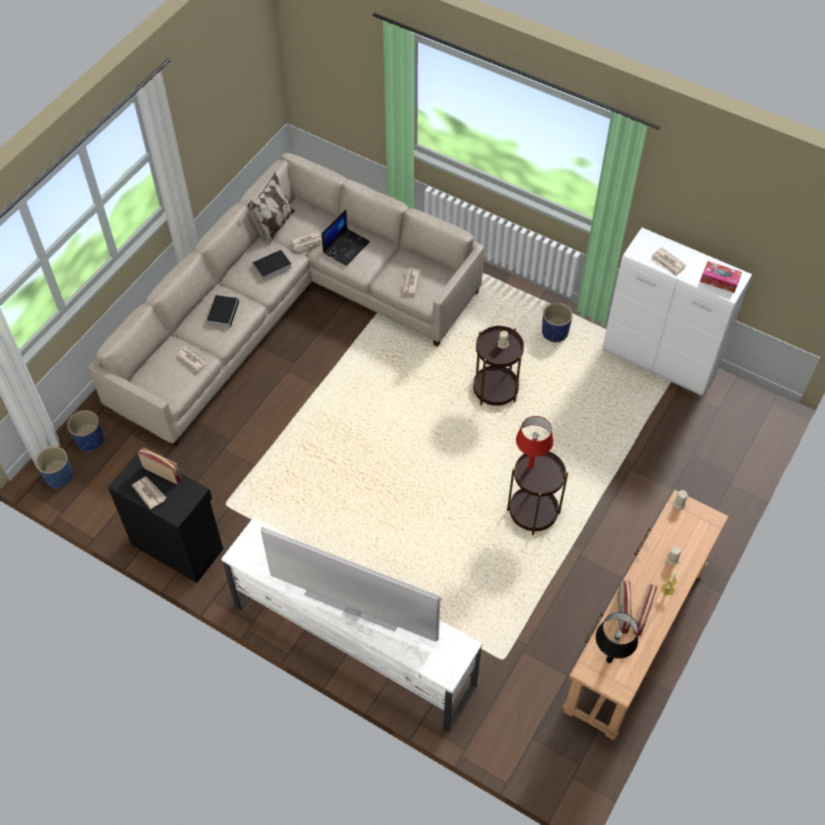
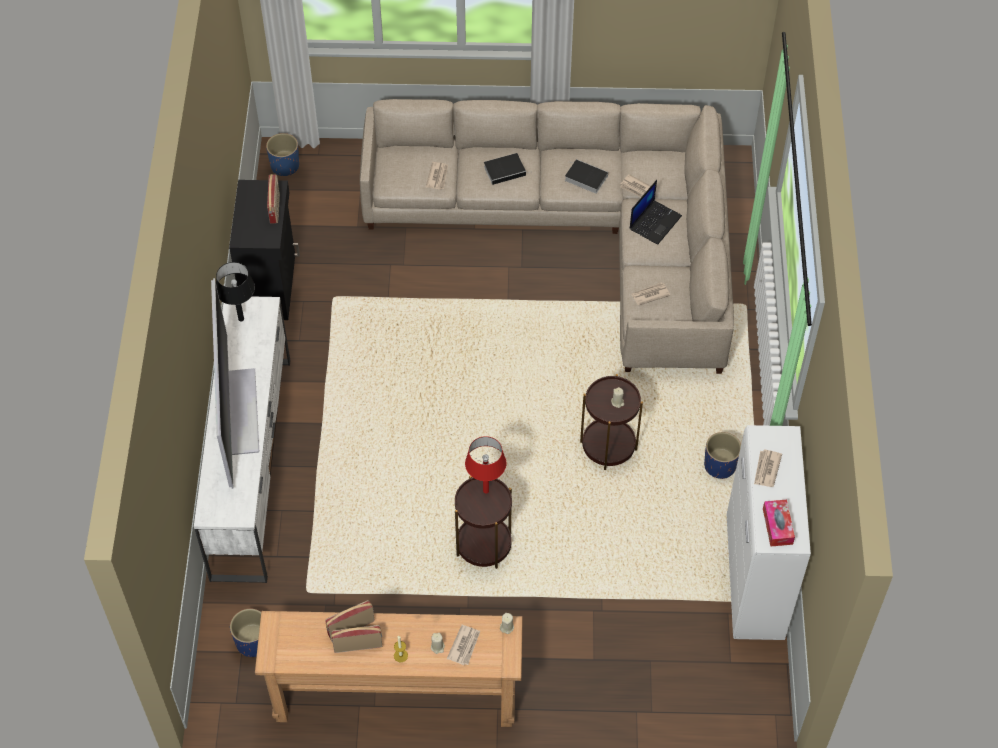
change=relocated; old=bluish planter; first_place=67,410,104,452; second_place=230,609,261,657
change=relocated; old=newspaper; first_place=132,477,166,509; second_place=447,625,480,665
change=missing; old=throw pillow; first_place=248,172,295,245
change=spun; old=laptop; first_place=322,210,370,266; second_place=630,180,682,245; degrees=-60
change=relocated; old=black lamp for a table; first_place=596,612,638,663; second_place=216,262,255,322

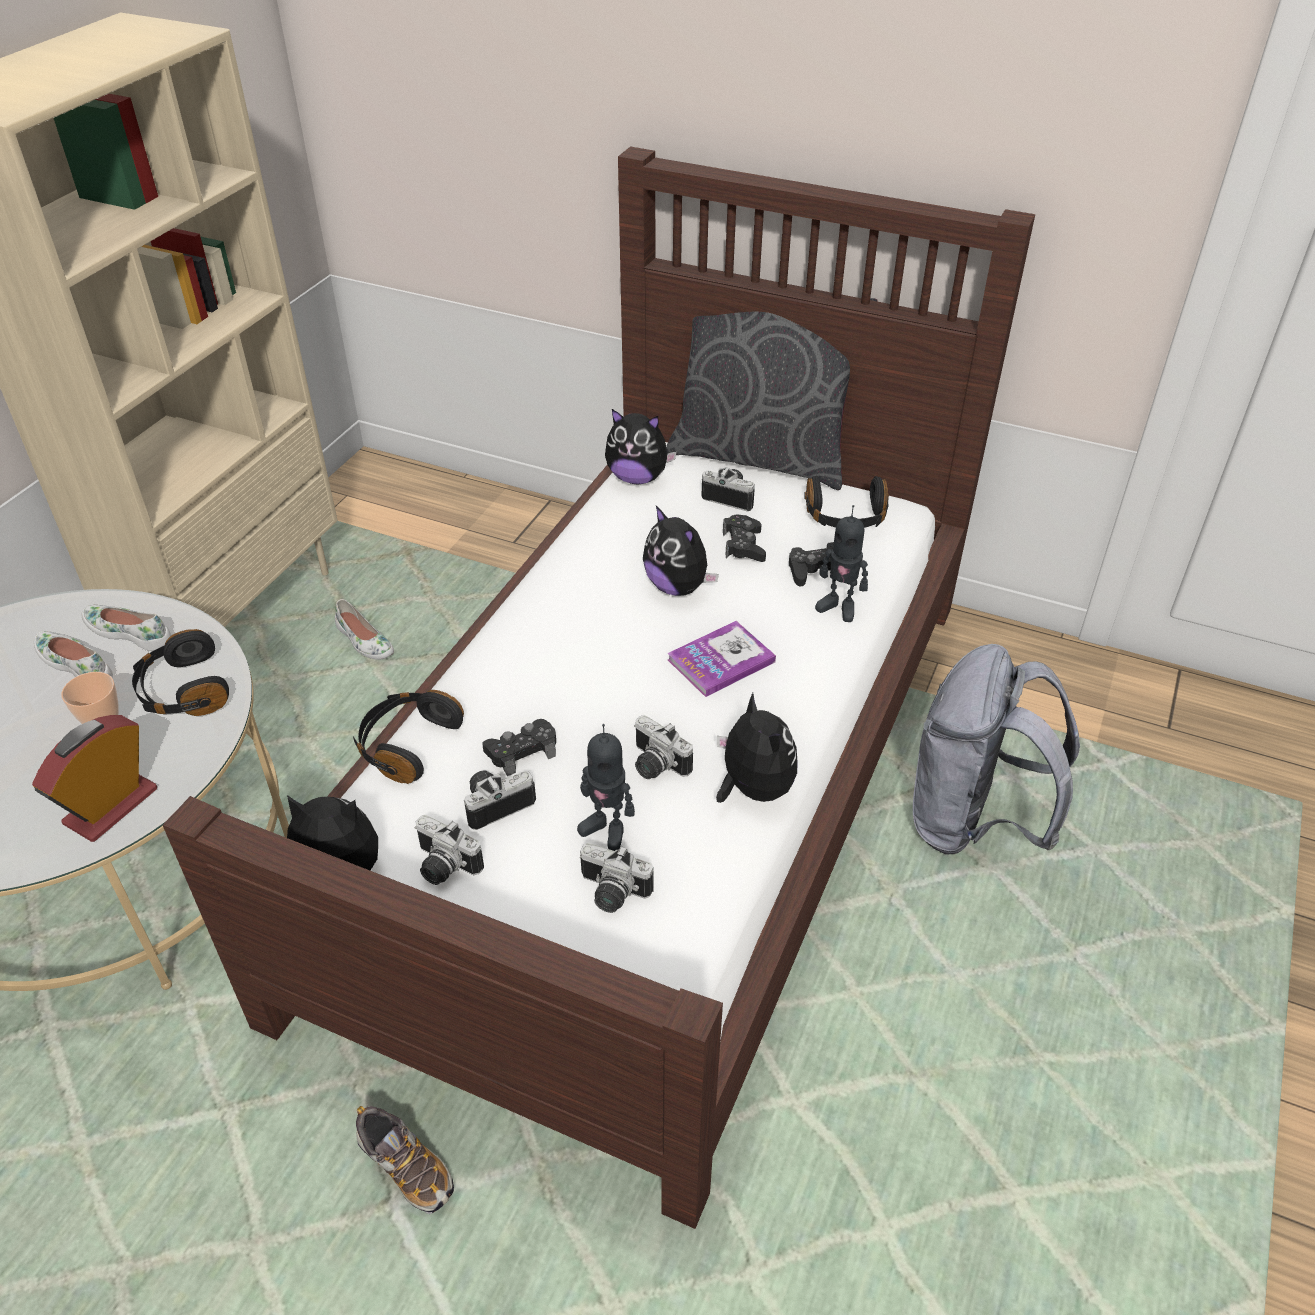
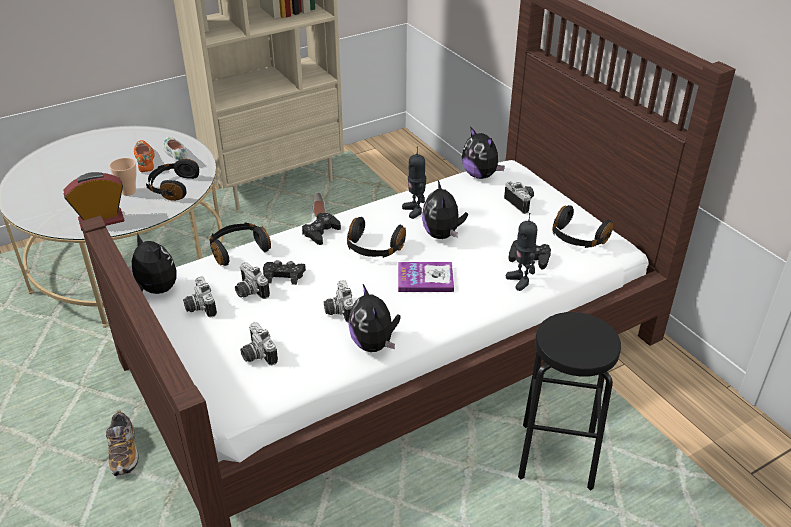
change=colour; old=whitish item of footwear; new=orange-coloured item of footwear; first_place=34,631,113,677; second_place=134,140,155,172
change=spun; old=still camera; first_place=464,770,536,830; second_place=235,262,270,299; degrees=-135
change=relocated; old=model robot; first_place=577,724,635,851; second_place=402,147,426,219
change=missing; old=gray throw pillow; first_place=666,298,878,490
change=spun; old=cuddly toy; first_place=716,693,798,803; second_place=348,284,401,352; degrees=150
change=relocated; old=black gamepad; first_place=723,515,766,562; second_place=302,213,341,245
change=exchanged; old=gray rucksack; new=black stool; first_place=913,644,1080,854; second_place=518,312,621,490
change=appeared; new=black headphones; second_place=347,217,406,258

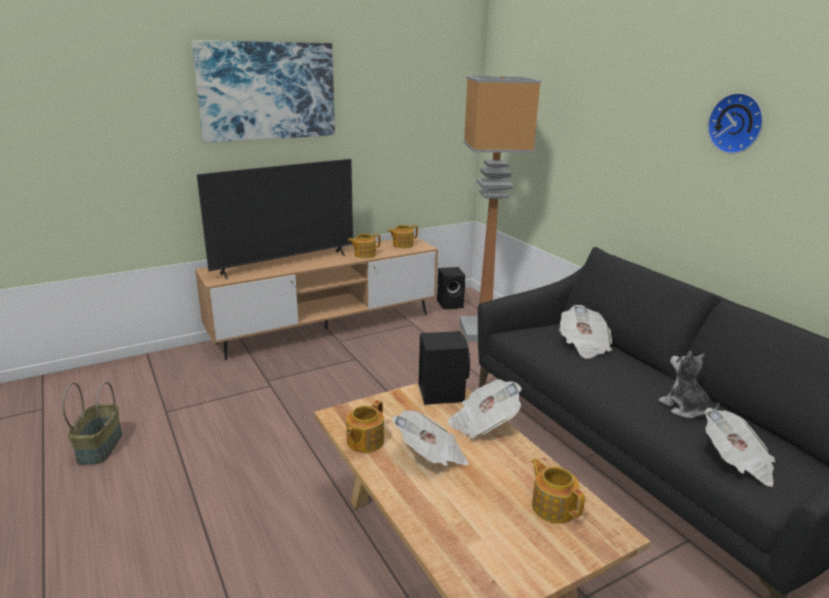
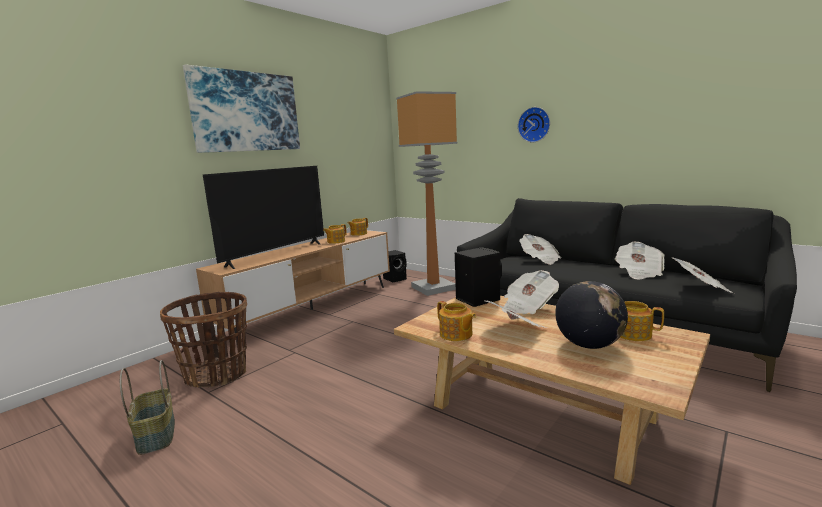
change=spun; old=tea pot; first_place=346,400,384,453; second_place=437,301,476,341; degrees=-45
change=exchanged; old=cuddly toy; new=newspaper; first_place=659,351,719,419; second_place=615,242,665,279
change=relocated; old=hanging clock; first_place=707,93,763,154; second_place=518,107,550,142
change=appeared; new=household basket; second_place=160,292,247,388
change=appeared; new=globe; second_place=555,281,628,349

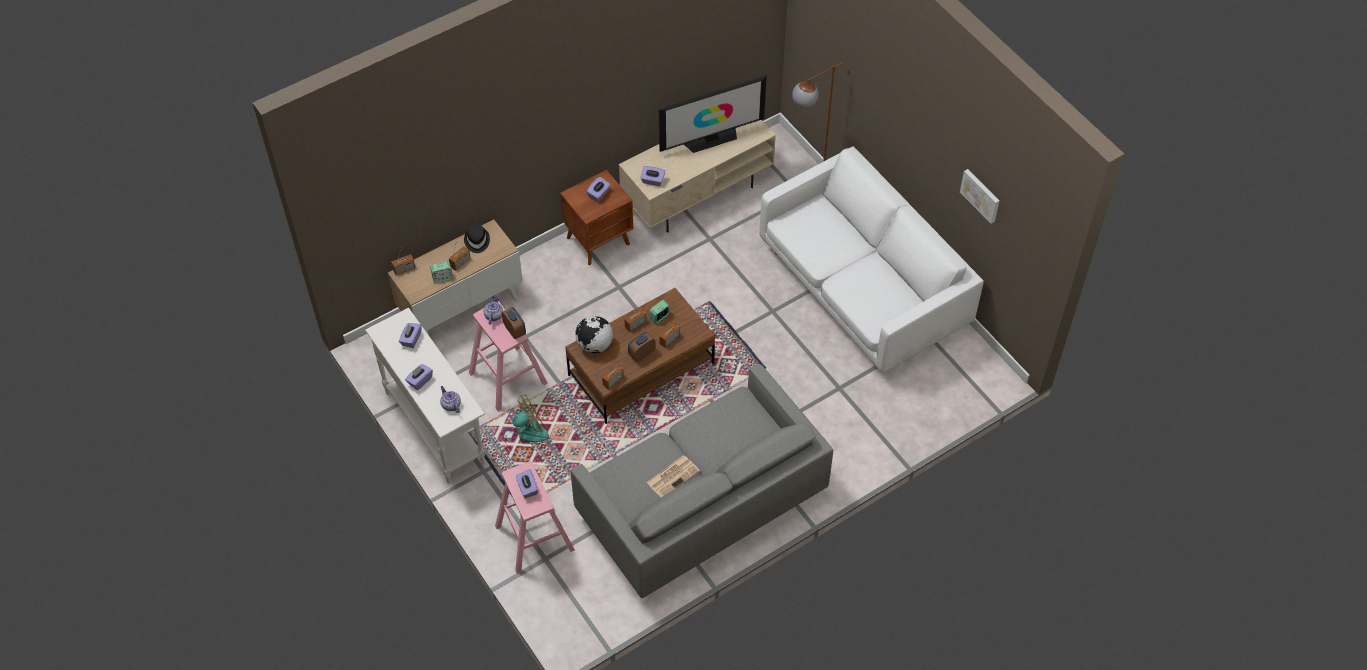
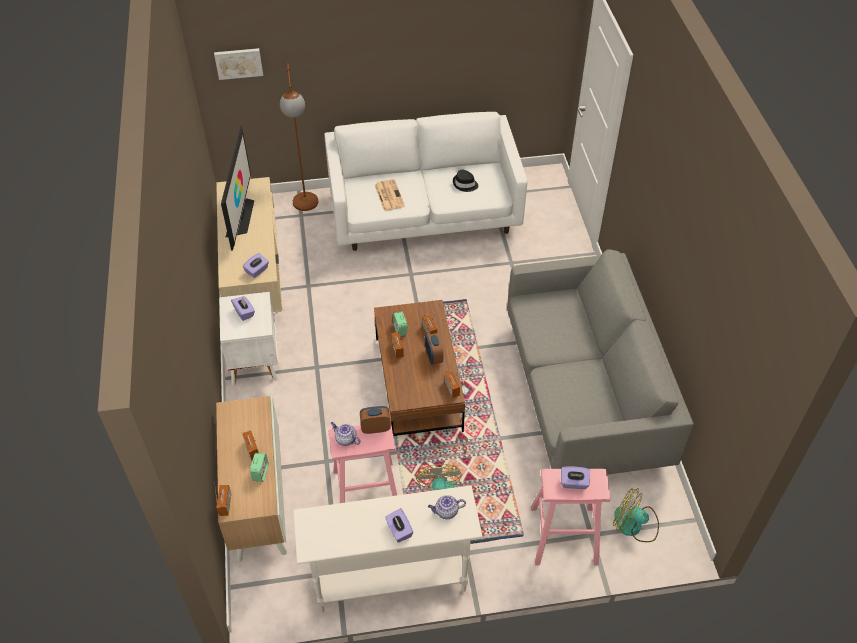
change=missing; old=purple tissue box; first_place=399,323,422,348
change=relocated; old=black wearable hat; first_place=464,224,490,253; second_place=453,170,478,192
change=colour; old=brownish nightstand; new=whitish nightstand; first_place=560,170,634,265; second_place=219,292,278,386
change=missing; old=globe; first_place=575,316,613,353
change=relocated; old=newspaper; first_place=646,455,700,497; second_place=375,179,405,211
change=relocated; old=wall picture; first_place=960,169,1000,224; second_place=214,48,263,80
change=appeared; new=electric fan; second_place=613,488,659,542

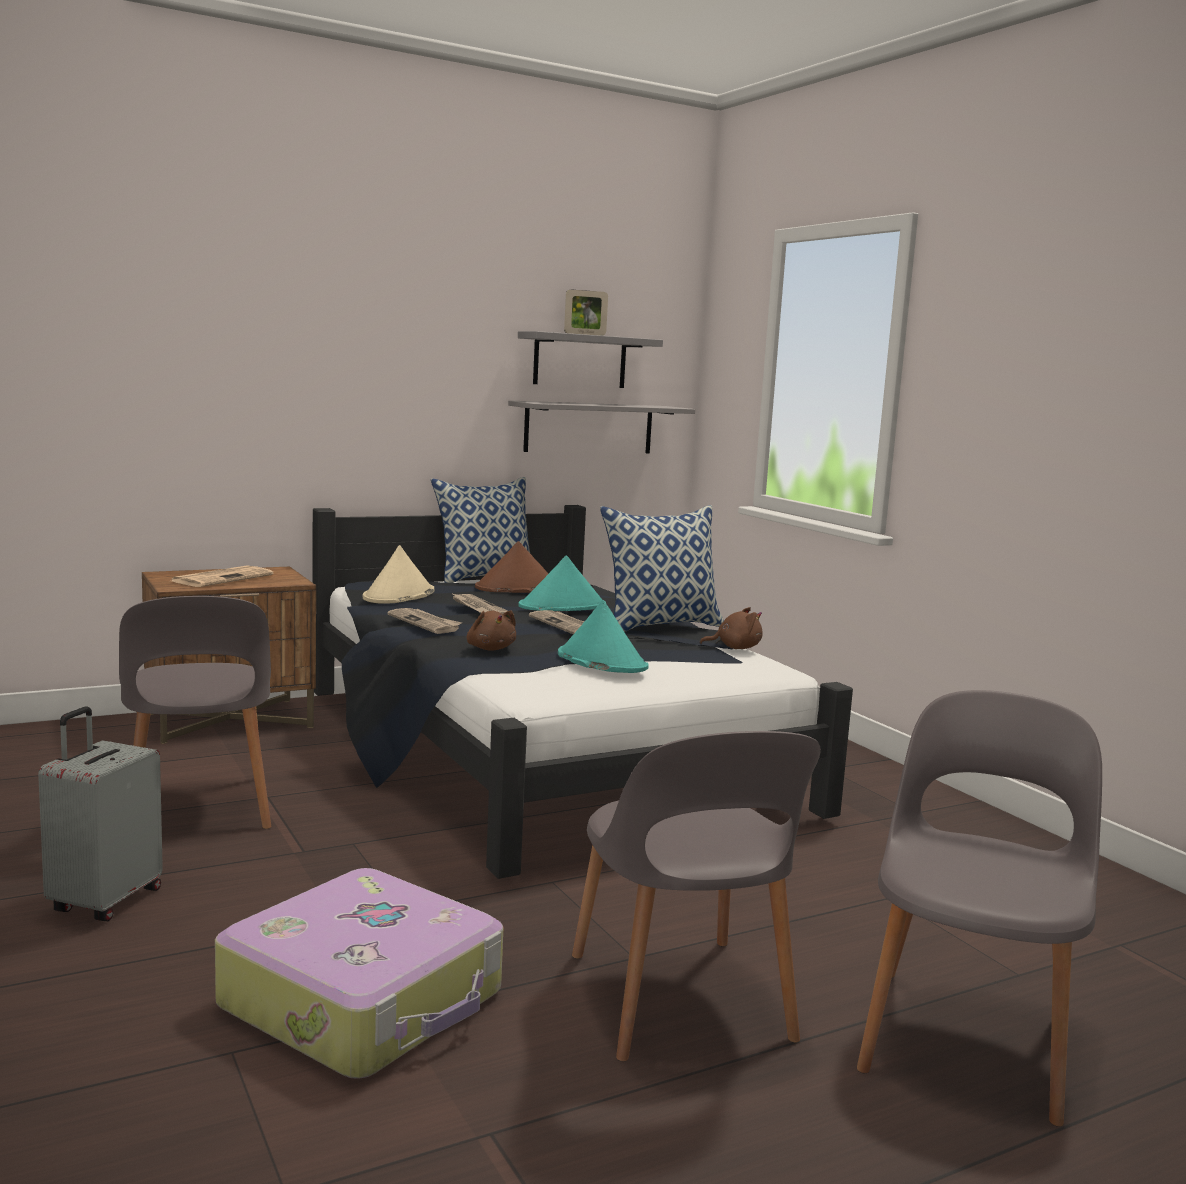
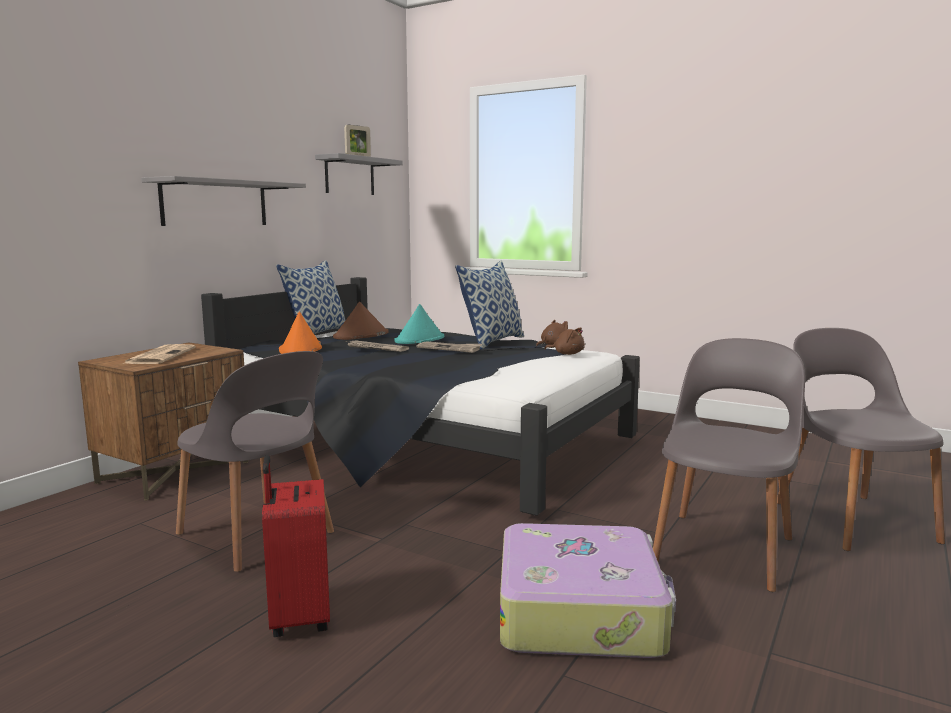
change=colour; old=gray piece of luggage; new=red piece of luggage; first_place=38,707,163,921; second_place=262,455,330,637
change=colour; old=beige wearable hat; new=orange-coloured wearable hat; first_place=362,545,434,604; second_place=279,311,322,354
change=missing; old=newspaper; first_place=387,608,462,634
change=relocated; old=brownish cuddly toy; first_place=467,610,516,650; second_place=544,327,585,355
change=relocated; old=gray bracket shelf; first_place=508,401,695,453; second_place=141,176,306,226
change=missing; old=turquoise wearable hat; first_place=558,600,649,673
change=spun; old=gray chair; first_place=572,731,821,1062; second_place=653,338,805,592; degrees=-105

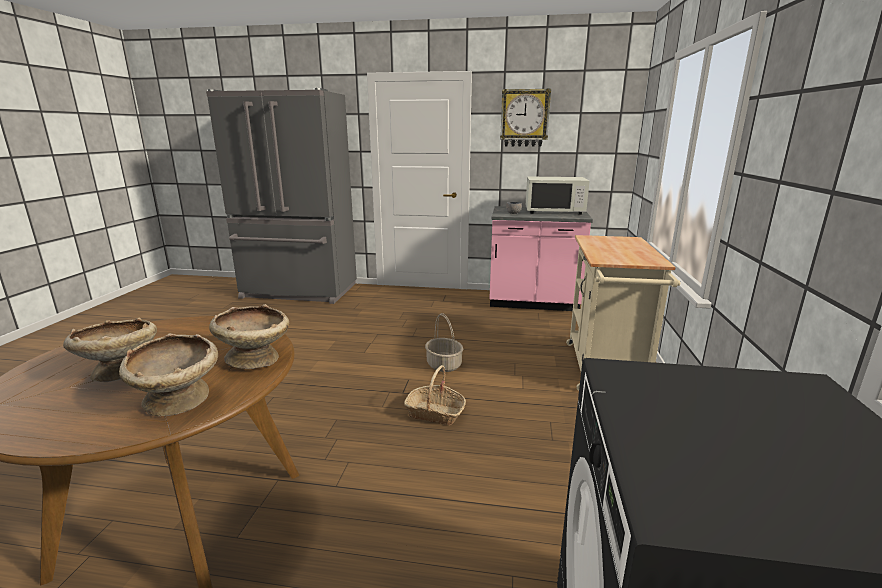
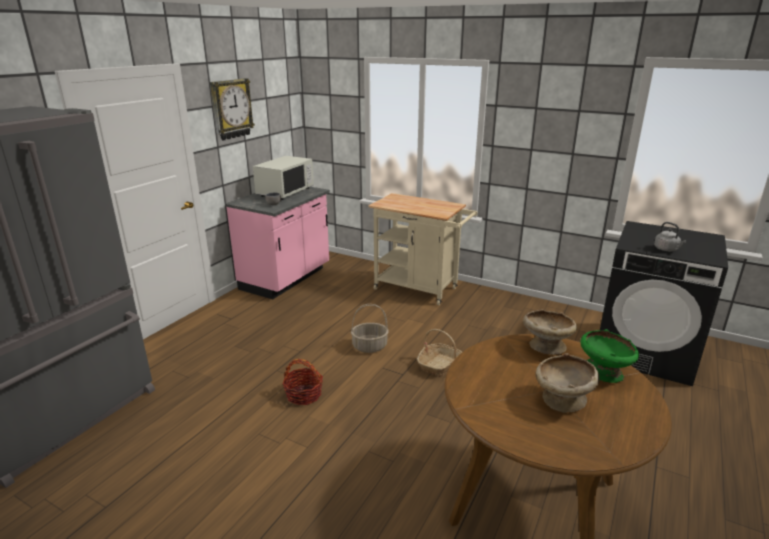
change=colour; old=beige deep dish; new=green deep dish; first_place=119,334,218,416; second_place=581,329,639,383
change=appeared; new=household basket; second_place=282,359,323,405
change=appeared; new=gray tea kettle; second_place=654,222,686,251

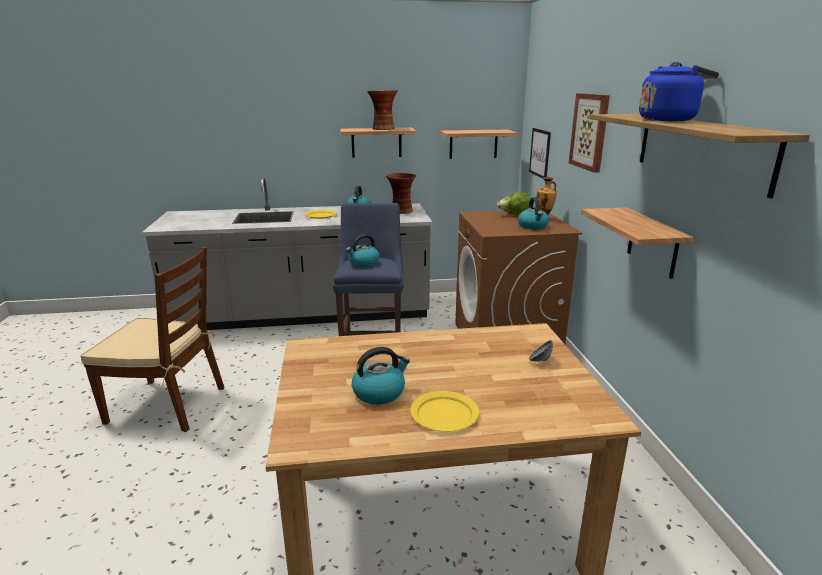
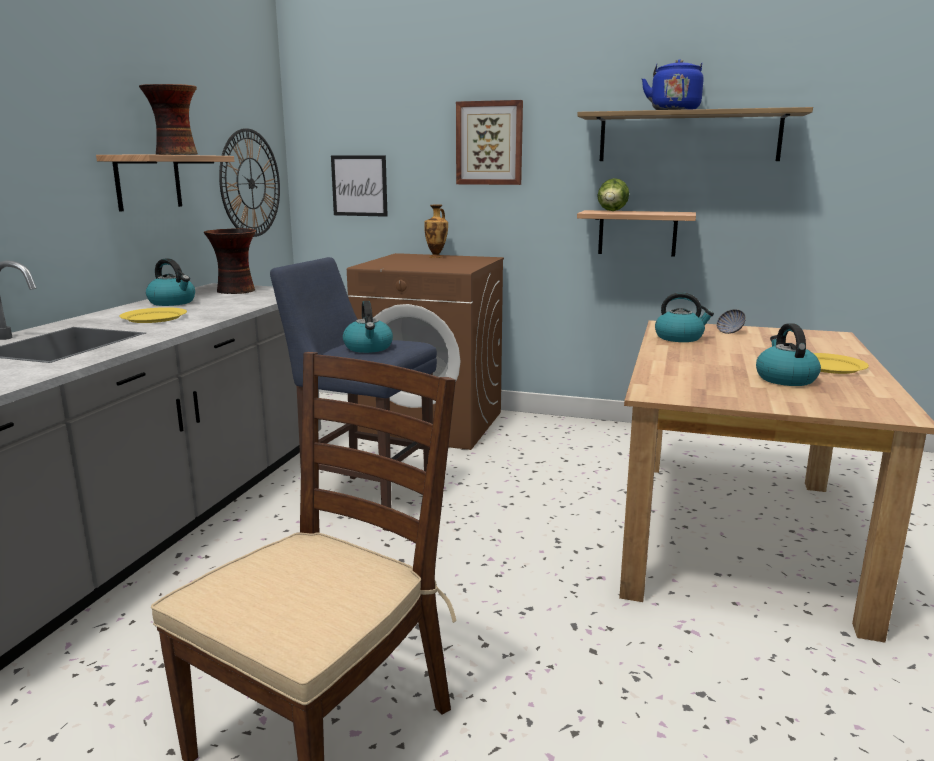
change=exchanged; old=bracket shelf; new=hanging clock; first_place=440,130,518,159; second_place=219,128,280,237
change=relocated; old=lettuce head; first_place=497,192,531,215; second_place=597,178,629,211
change=relocated; old=tea kettle; first_place=518,197,549,229; second_place=655,292,714,342

